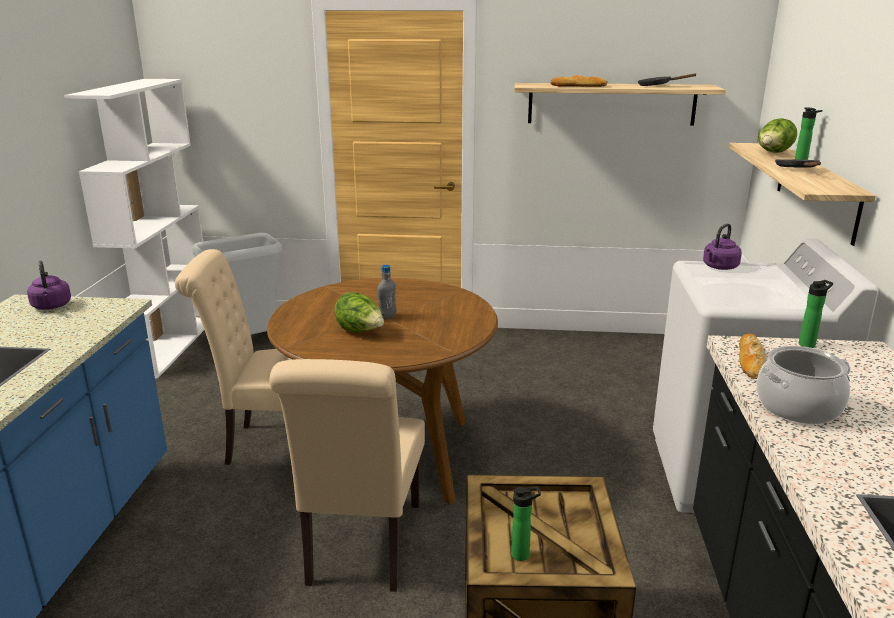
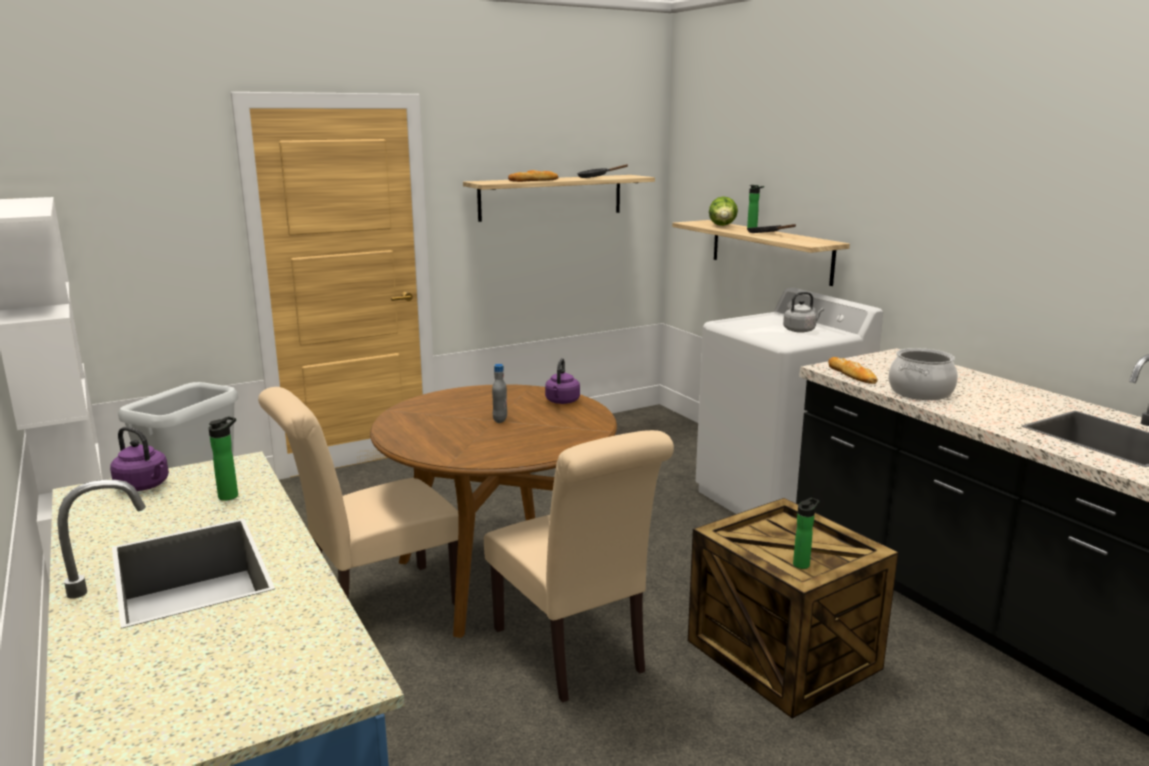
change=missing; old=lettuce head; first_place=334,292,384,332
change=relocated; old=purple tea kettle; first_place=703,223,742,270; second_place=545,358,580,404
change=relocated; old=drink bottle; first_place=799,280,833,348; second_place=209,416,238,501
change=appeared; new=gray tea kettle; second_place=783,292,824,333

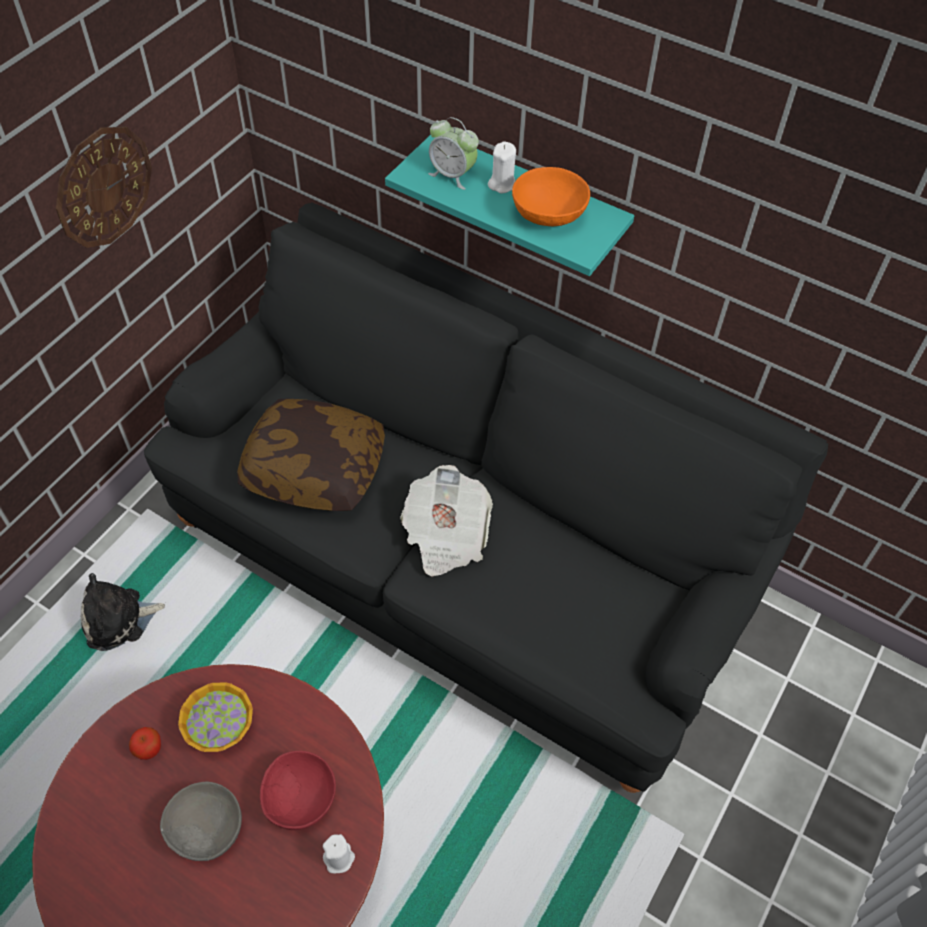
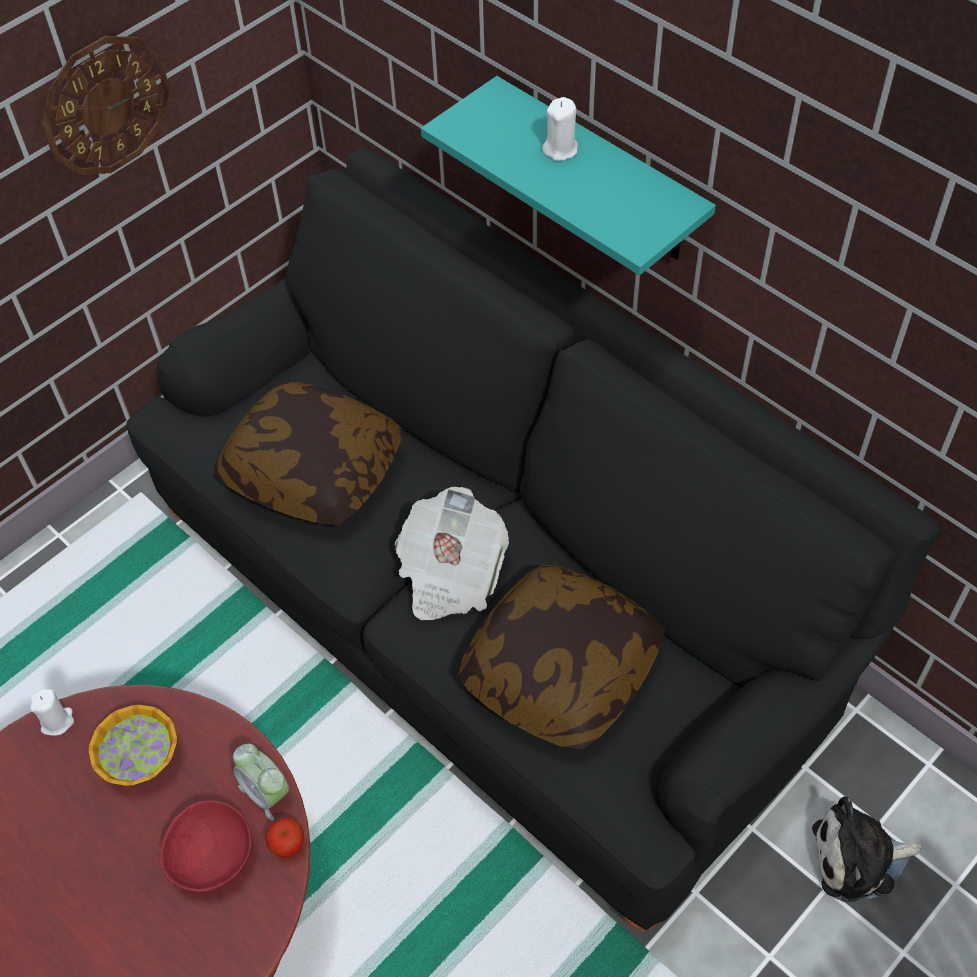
change=relocated; old=cuddly toy; first_place=81,573,166,651; second_place=812,796,921,902
change=relocated; old=apple fruit; first_place=129,727,161,760; second_place=266,818,304,858
change=missing; old=gray deep dish; first_place=160,782,242,861
change=relocated; old=whitish candle; first_place=323,834,355,873; second_place=30,688,74,736
change=relocated; old=bedside clock; first_place=428,117,479,190; second_place=233,744,289,821
change=missing; old=orange-coloured deep dish; first_place=512,167,590,226
change=appeared; new=throw pillow; second_place=458,564,665,750

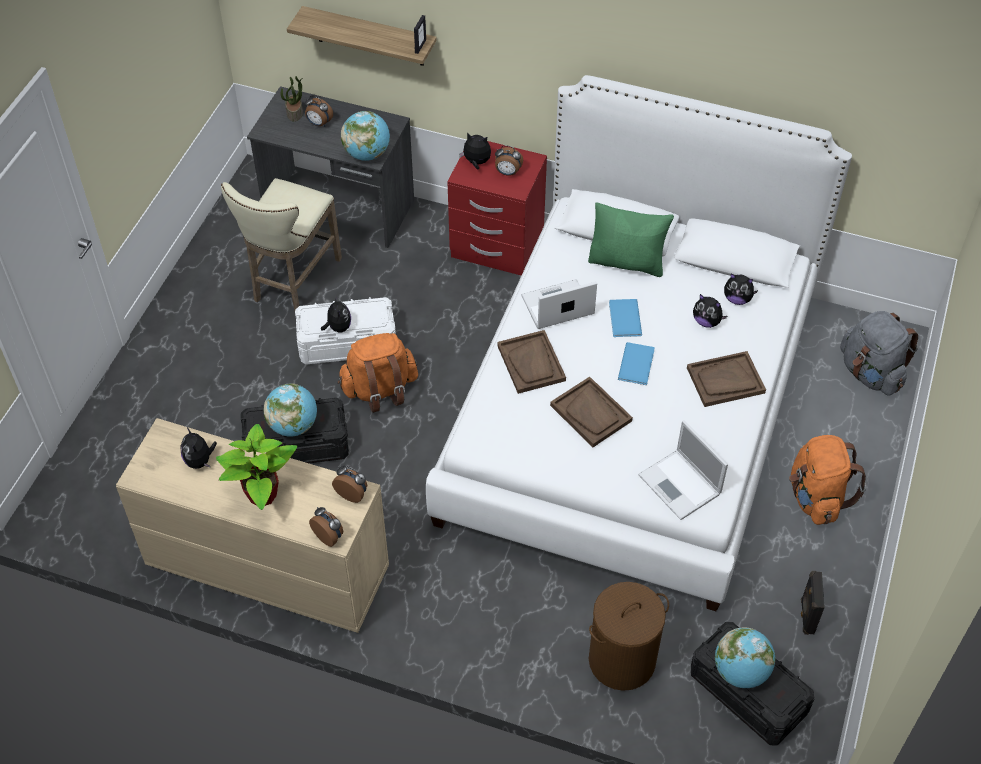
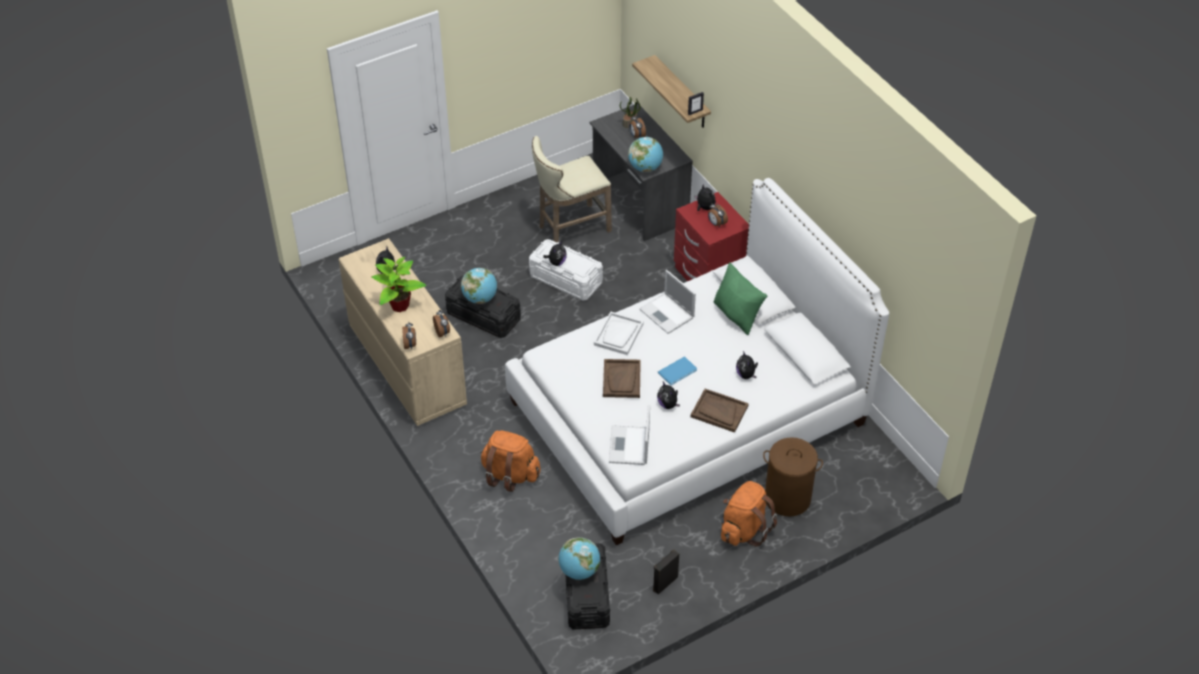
change=relocated; old=orange-coloured rucksack; first_place=338,333,418,413; second_place=481,430,541,492
change=colour; old=brownish tray; new=whitish tray; first_place=497,330,566,394; second_place=594,311,644,355
change=spun; old=laptop; first_place=521,279,597,329; second_place=639,270,696,334; degrees=-150
change=relocated; old=brownish washing basket; first_place=589,582,669,691; second_place=763,437,823,517
change=missing; old=bluish volume; first_place=609,299,642,337
change=relocated; old=cuddly toy; first_place=724,273,758,305; second_place=657,382,680,409
change=missing; old=gray rucksack; first_place=840,311,918,395

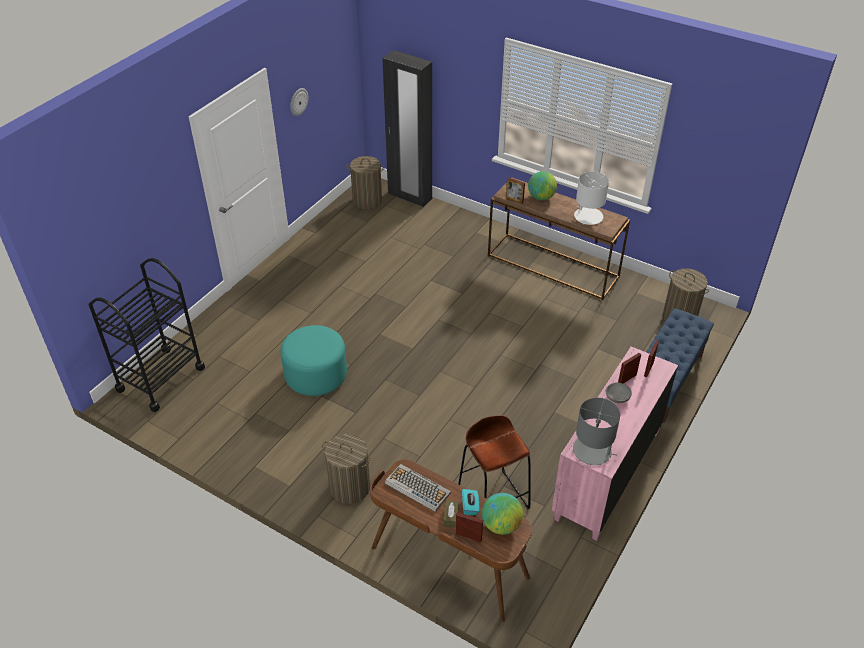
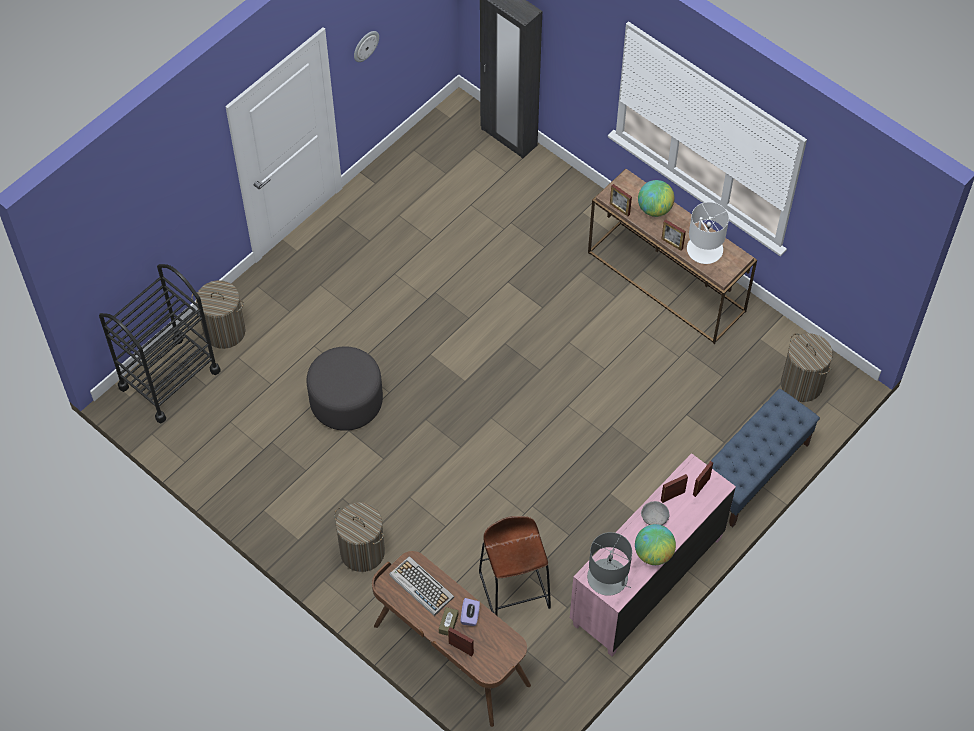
change=colour; old=turquoise footrest; new=gray footrest; first_place=281,325,347,396; second_place=307,346,383,431
change=relocated; old=washing basket; first_place=346,156,384,209; second_place=191,280,245,349
change=colour; old=turquoise tissue box; new=purple tissue box; first_place=462,489,479,515; second_place=461,598,480,626
change=relocated; old=globe; first_place=482,493,523,535; second_place=635,524,676,565
change=appeared; new=standing frame; second_place=661,219,686,251

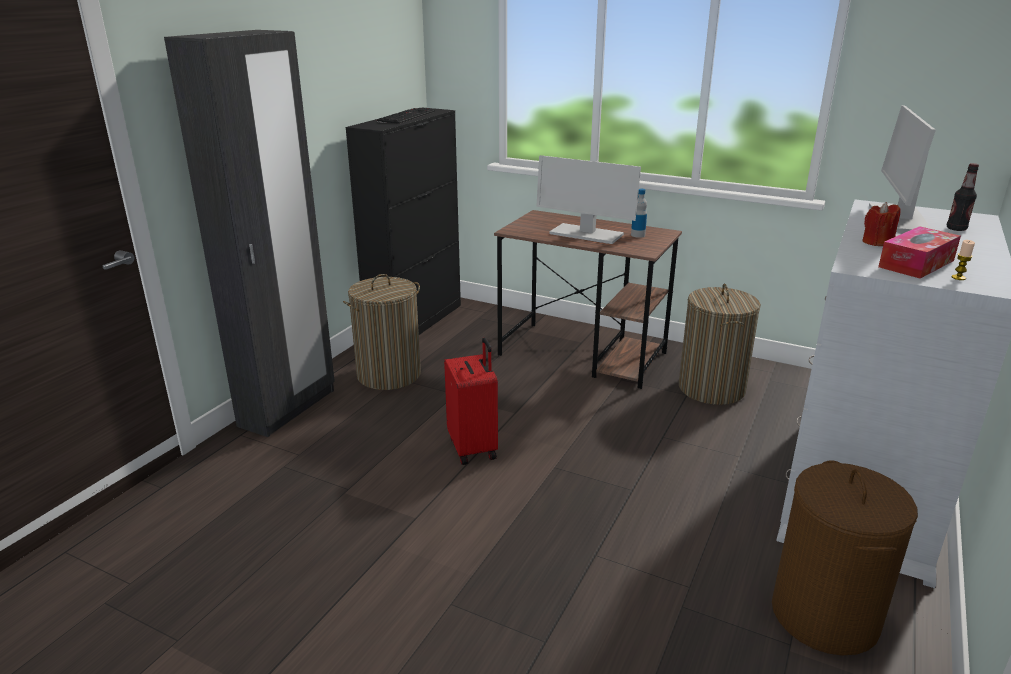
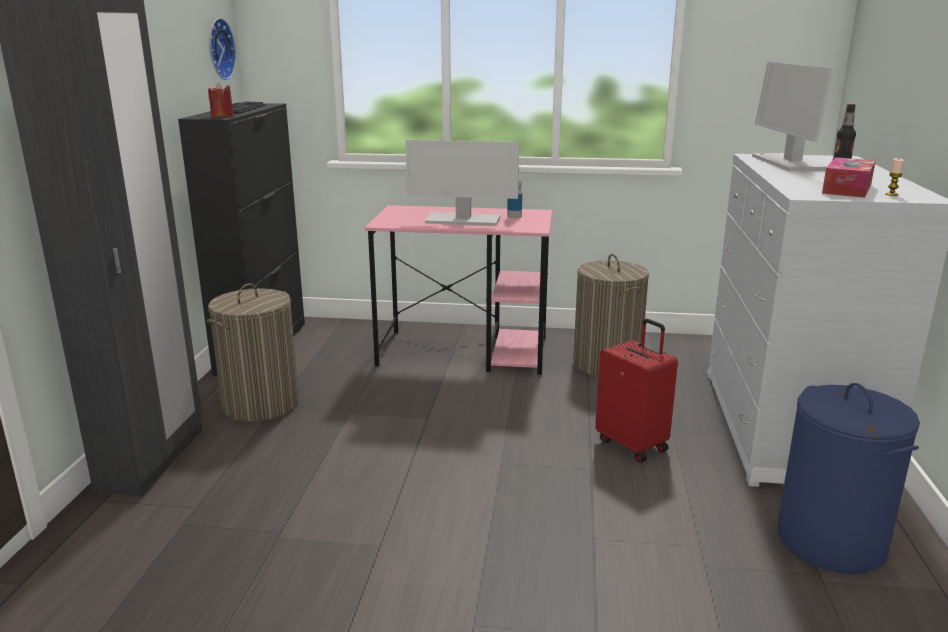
change=relocated; old=red piece of luggage; first_place=444,337,498,465; second_place=595,319,678,463
change=colour; old=brownish desk table; new=pinkish desk table; first_place=494,210,682,389; second_place=365,205,552,375
change=colour; old=brownish washing basket; new=bluish washing basket; first_place=772,460,918,656; second_place=777,383,920,574
change=relocated; old=red candle; first_place=862,202,901,246; second_place=208,83,234,117
change=appeared; new=hanging clock; second_place=209,18,236,80

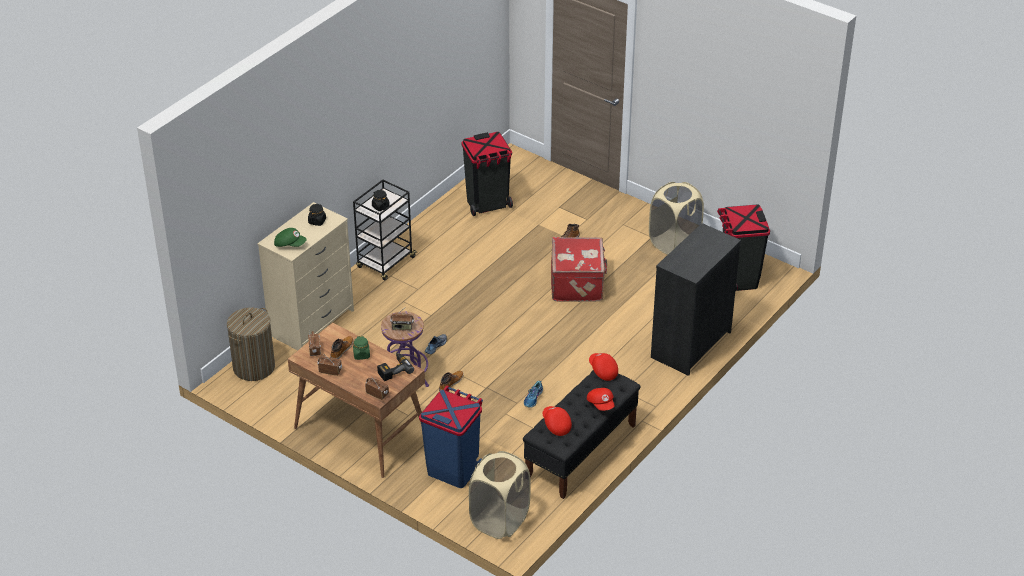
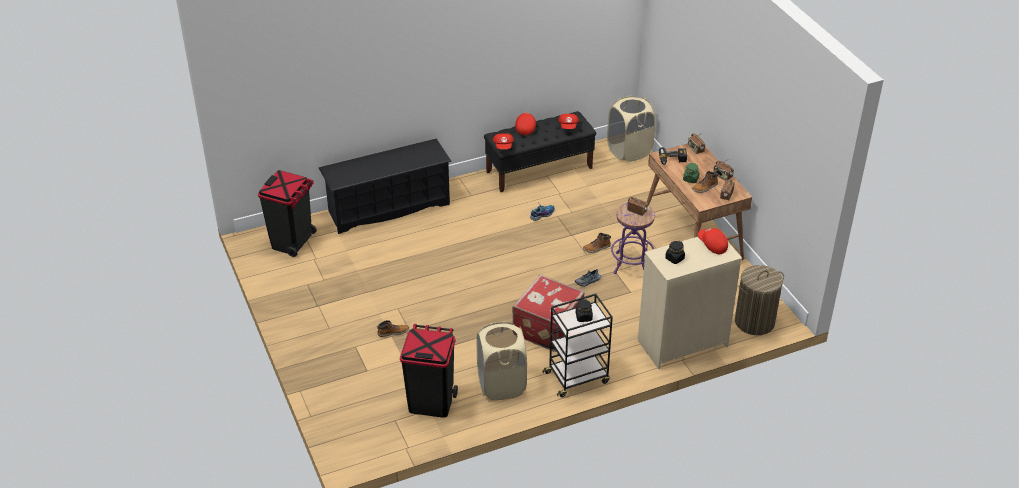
change=colour; old=green baseball cap; new=red baseball cap; first_place=274,228,307,247; second_place=698,228,728,254
change=missing; old=bluish trash can; first_place=419,385,483,488
change=relocated; old=red piece of luggage; first_place=551,237,607,302; second_place=512,274,585,352
change=relocated; old=beige washing basket; first_place=649,182,704,255; second_place=477,322,527,400
change=exchanged; old=black drawer chest; new=black shoe stand; first_place=651,223,741,376; second_place=319,138,451,234

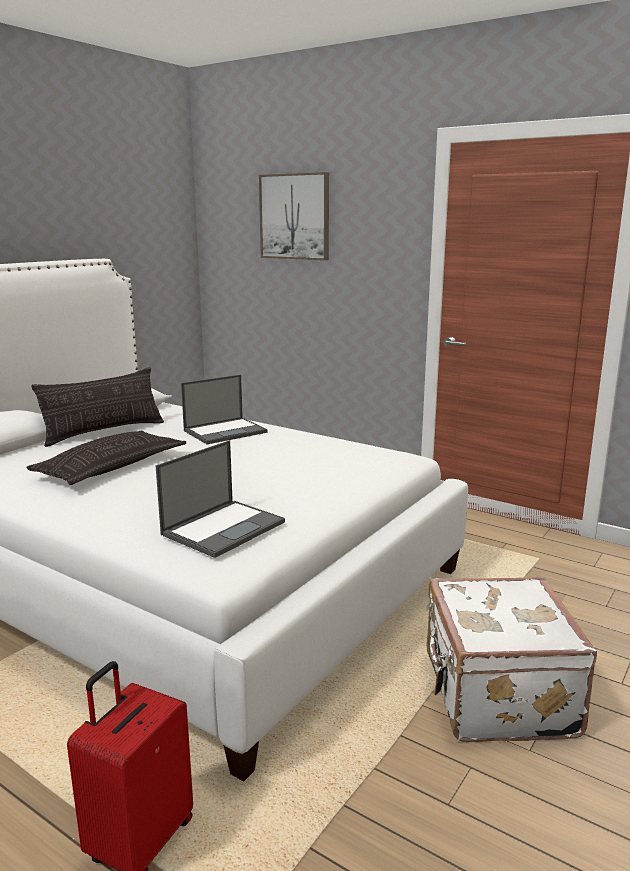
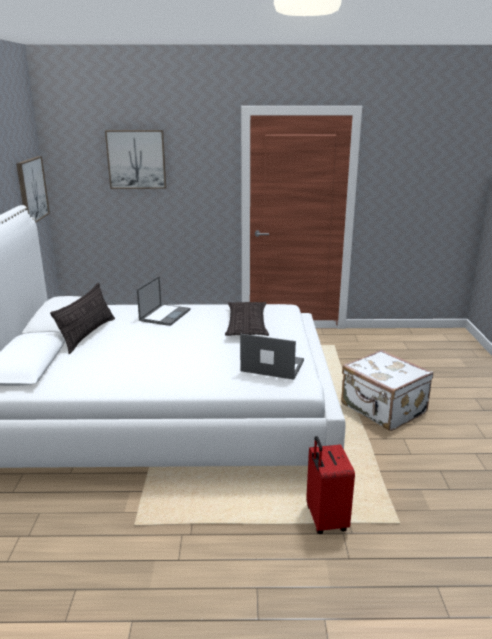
change=relocated; old=throw pillow; first_place=26,431,186,485; second_place=225,302,269,336
change=spun; old=laptop; first_place=156,440,285,558; second_place=240,334,304,380; degrees=-75
change=appeared; new=wall picture; second_place=16,156,50,223

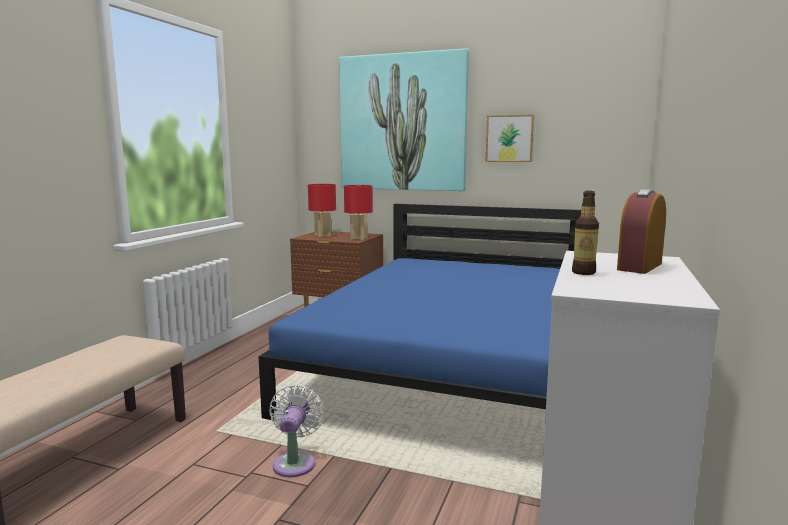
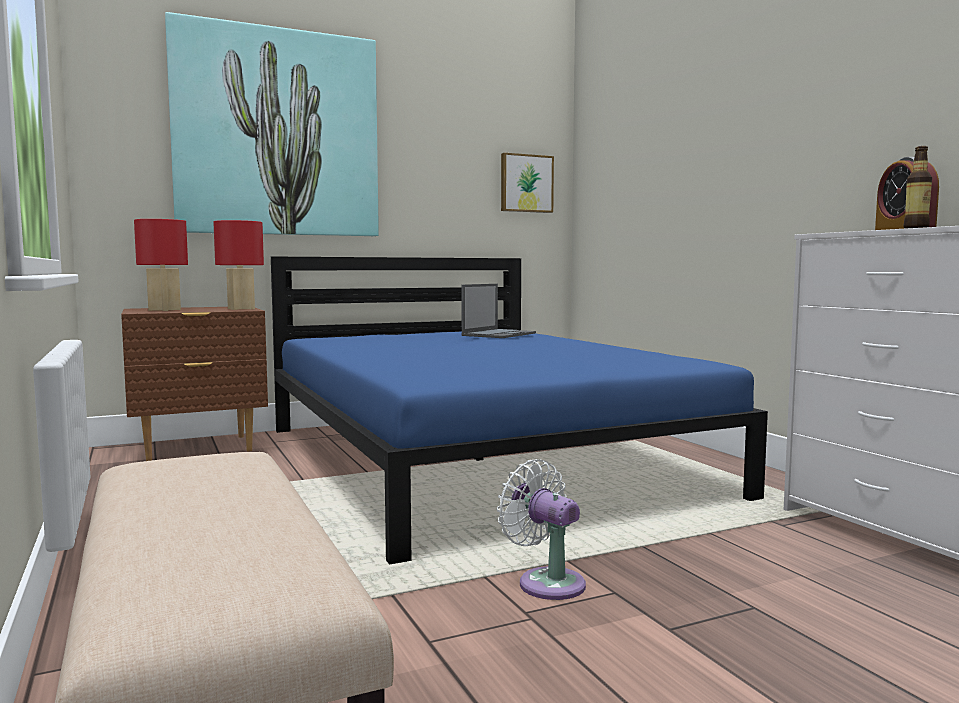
change=relocated; old=wall picture; first_place=486,114,534,162; second_place=501,153,554,213
change=appeared; new=laptop; second_place=462,284,536,338

